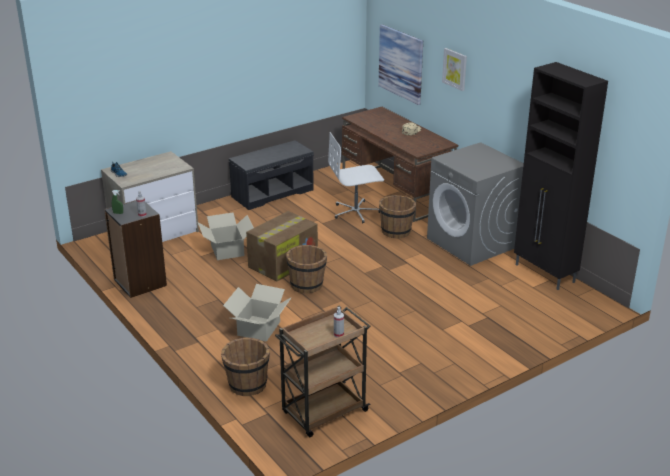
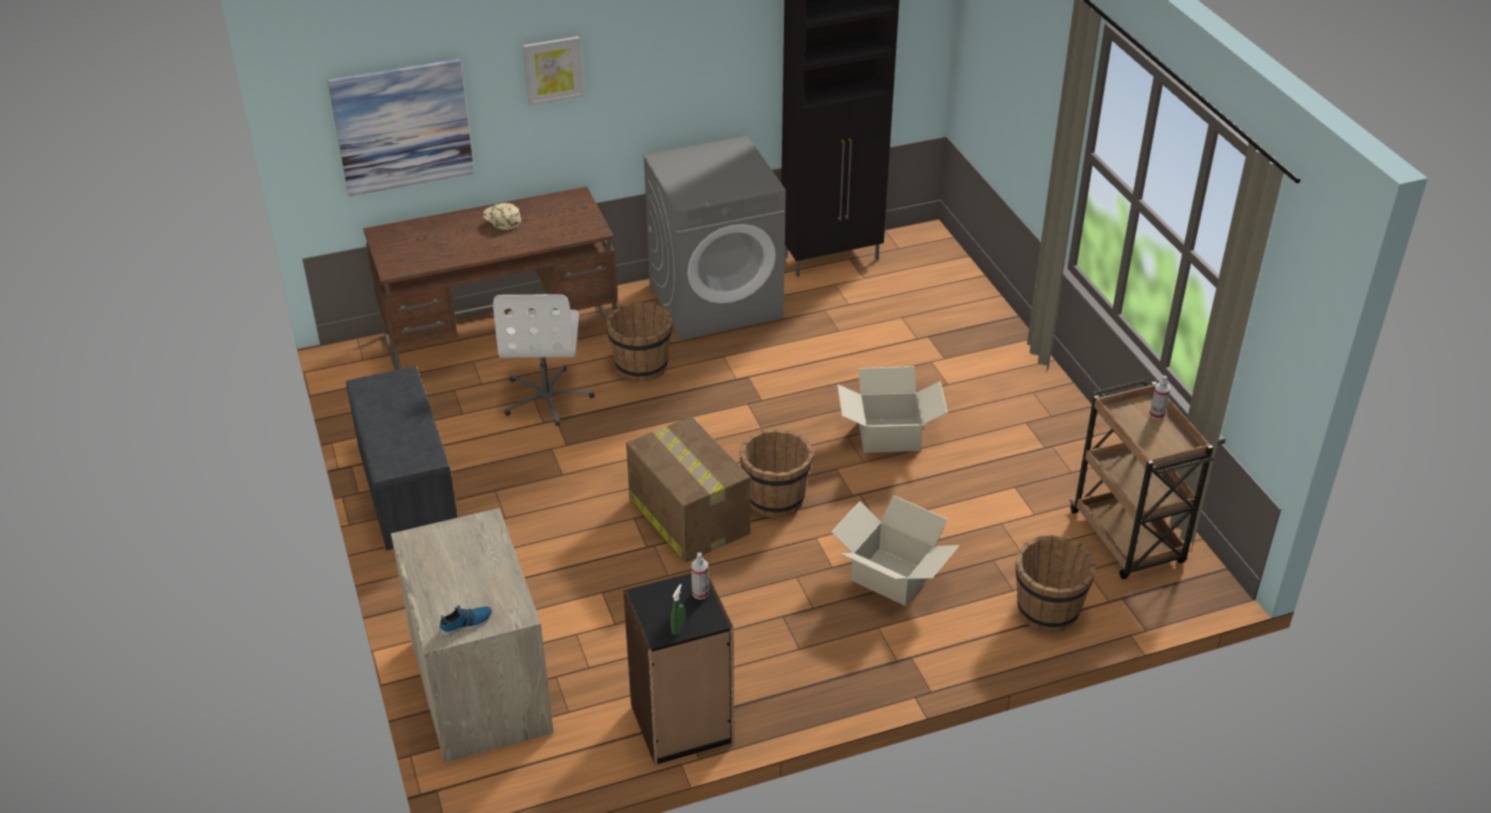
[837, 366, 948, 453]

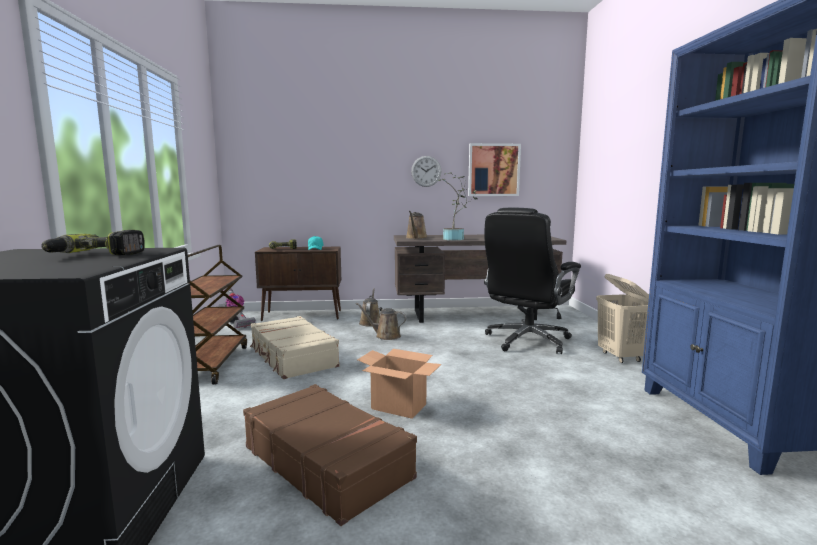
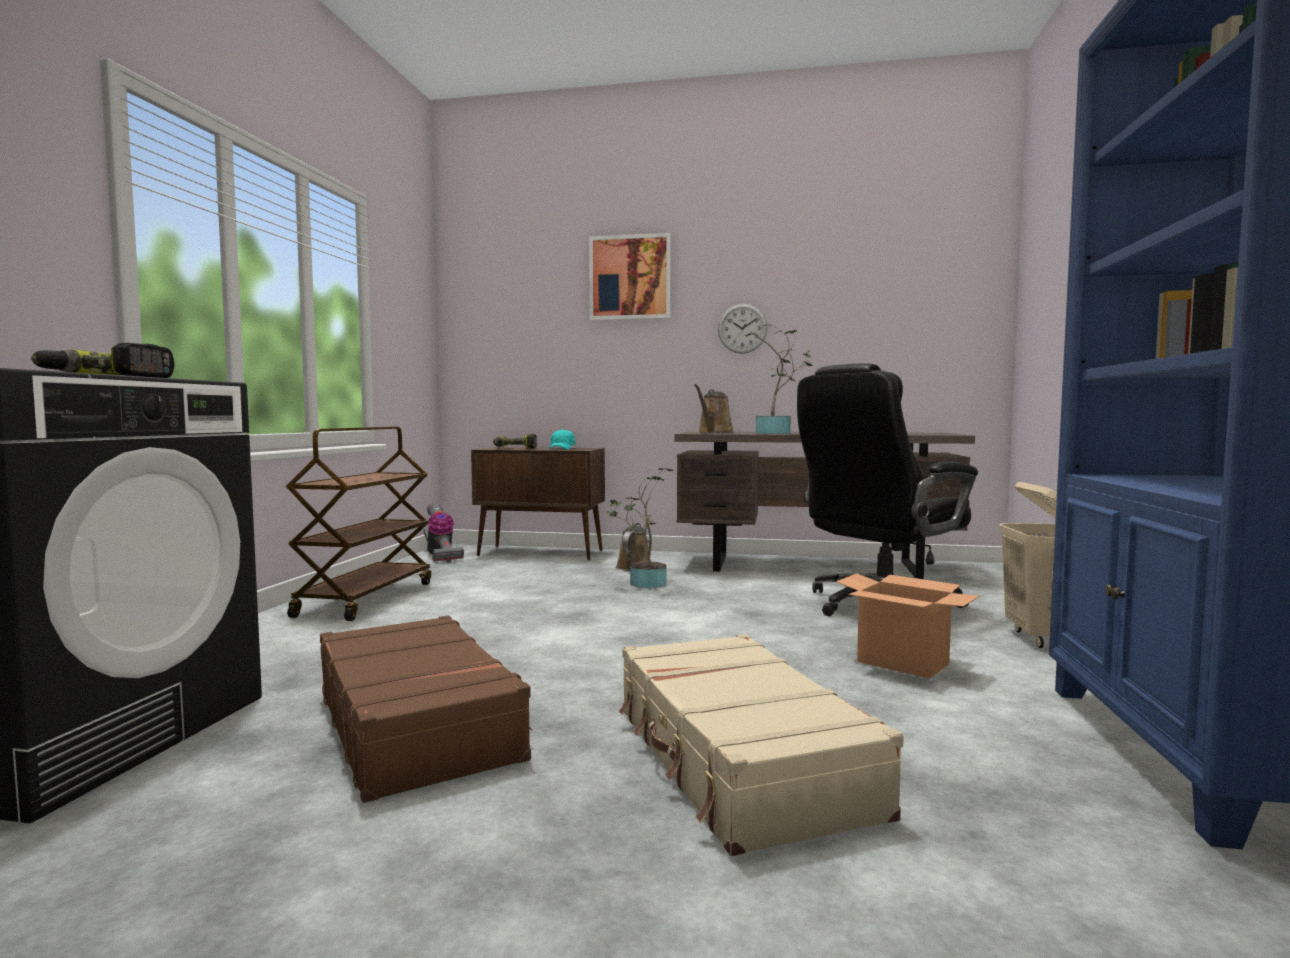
[619, 634, 904, 856]
[836, 573, 980, 679]
[589, 233, 671, 321]
[607, 468, 673, 588]

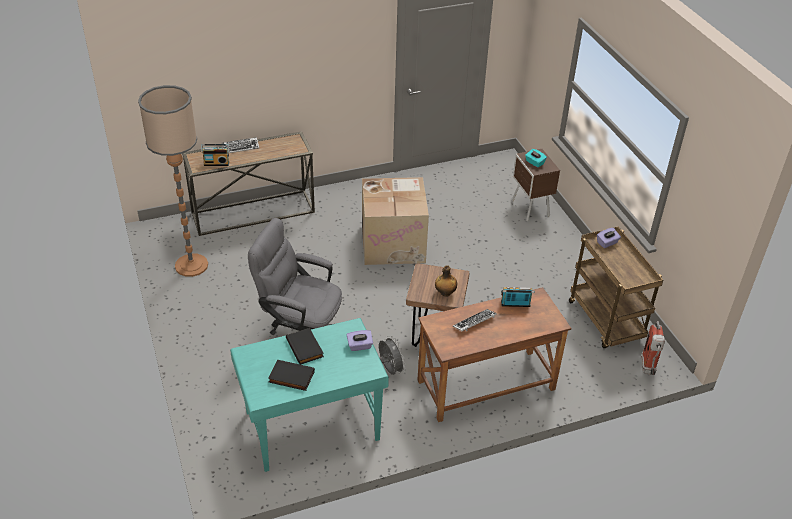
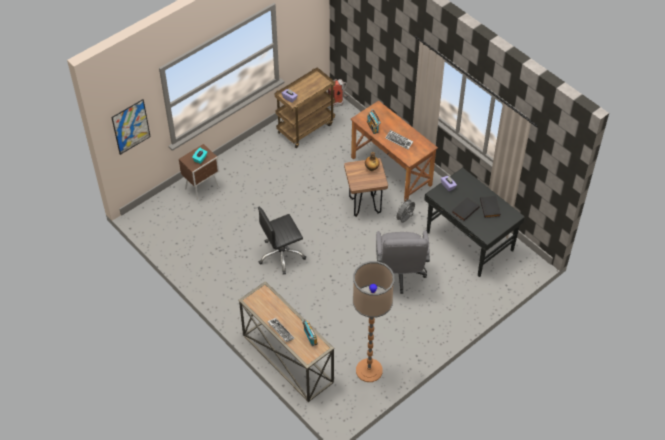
[111, 99, 151, 155]
[258, 207, 306, 275]
[424, 168, 525, 277]

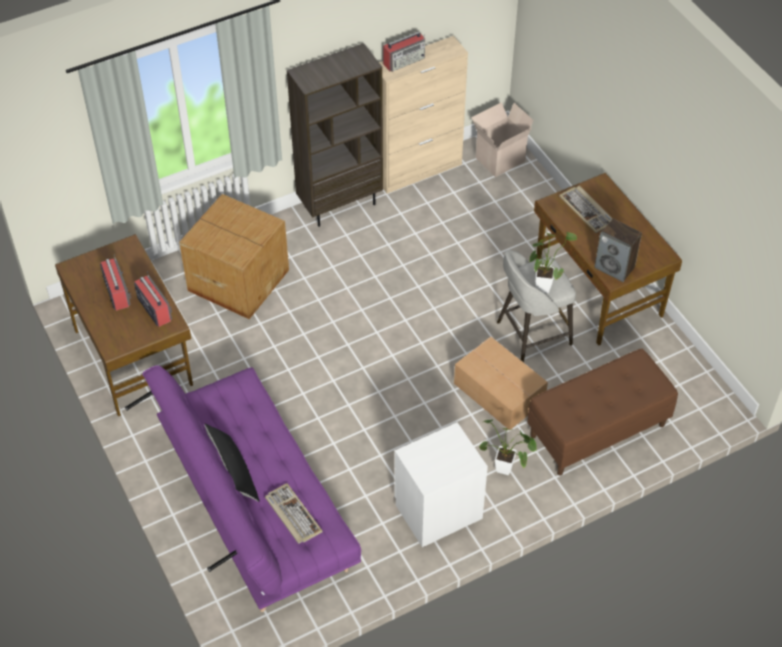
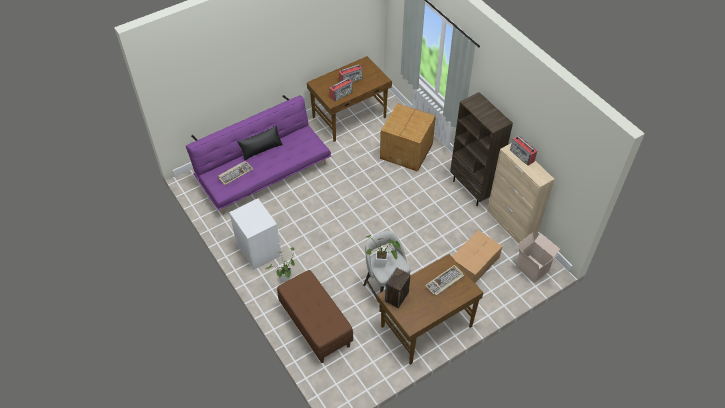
[452, 230, 503, 283]

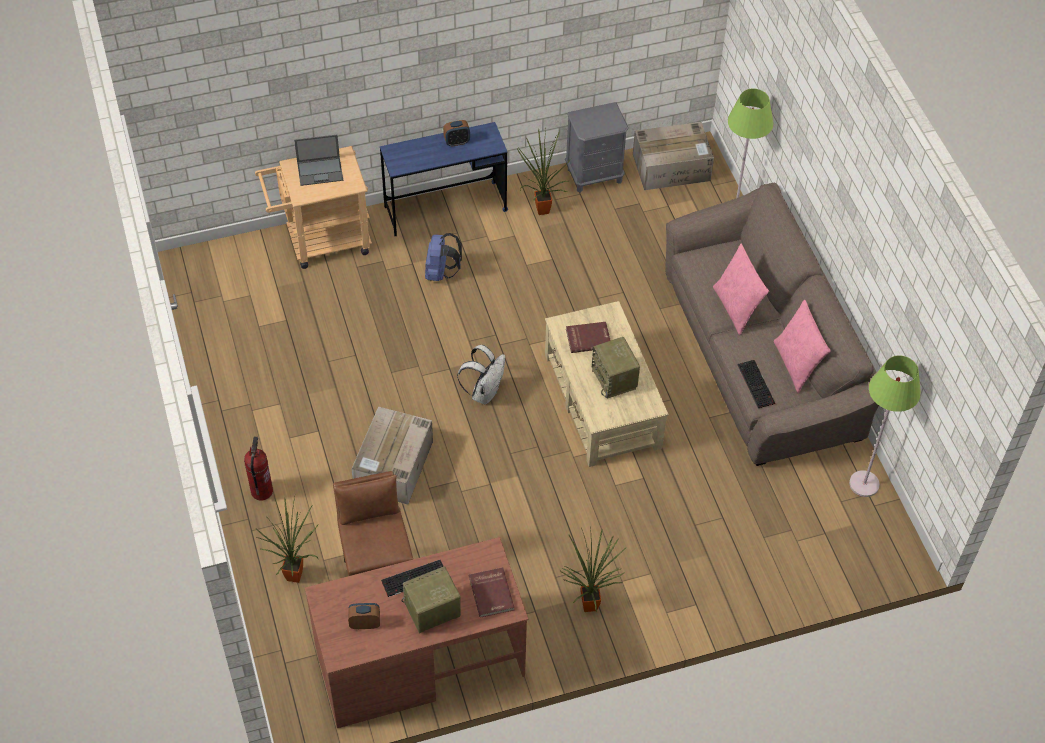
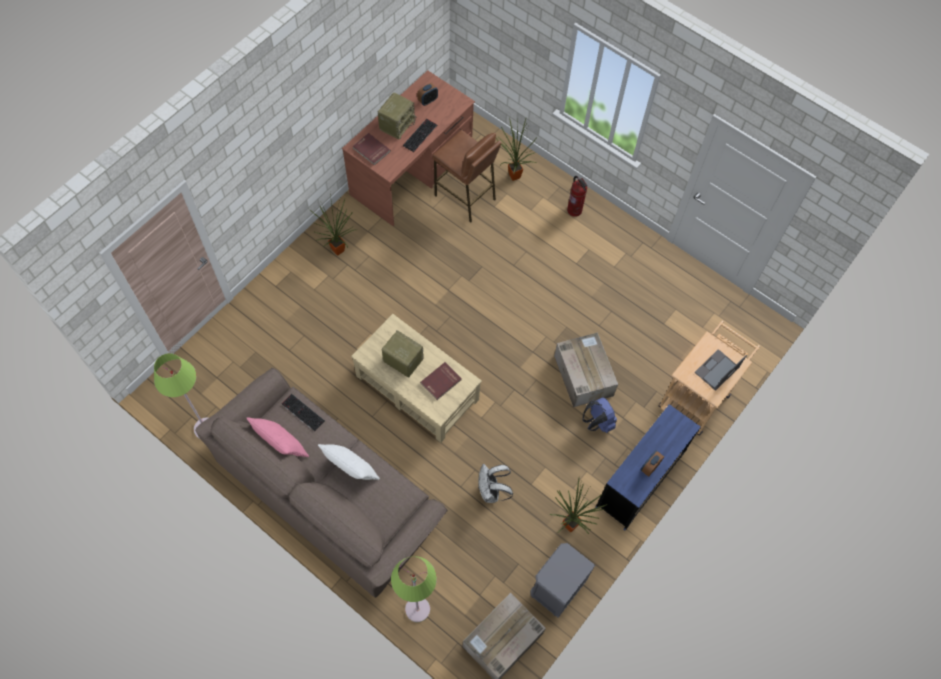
[554, 333, 618, 407]
[478, 464, 513, 503]
[318, 444, 380, 480]

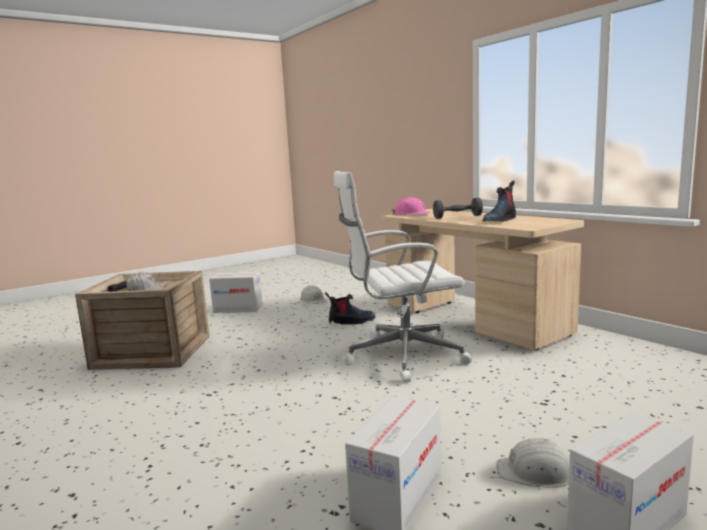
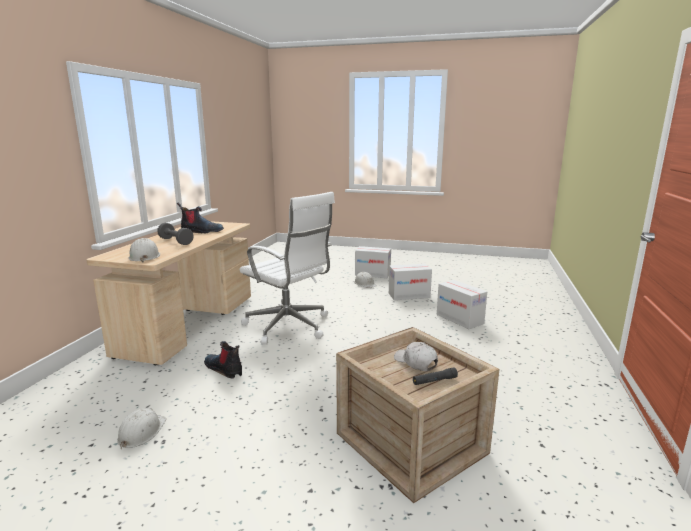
[437, 280, 487, 329]
[129, 238, 160, 262]

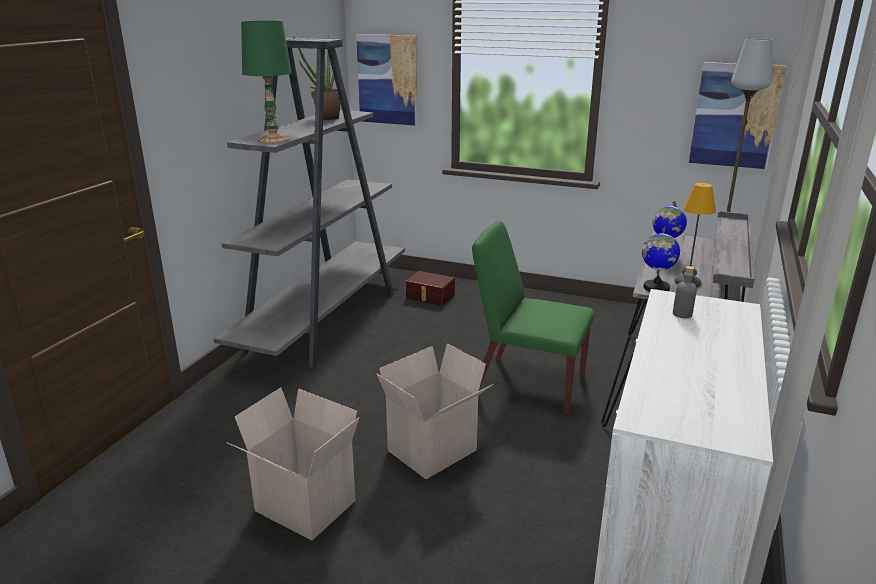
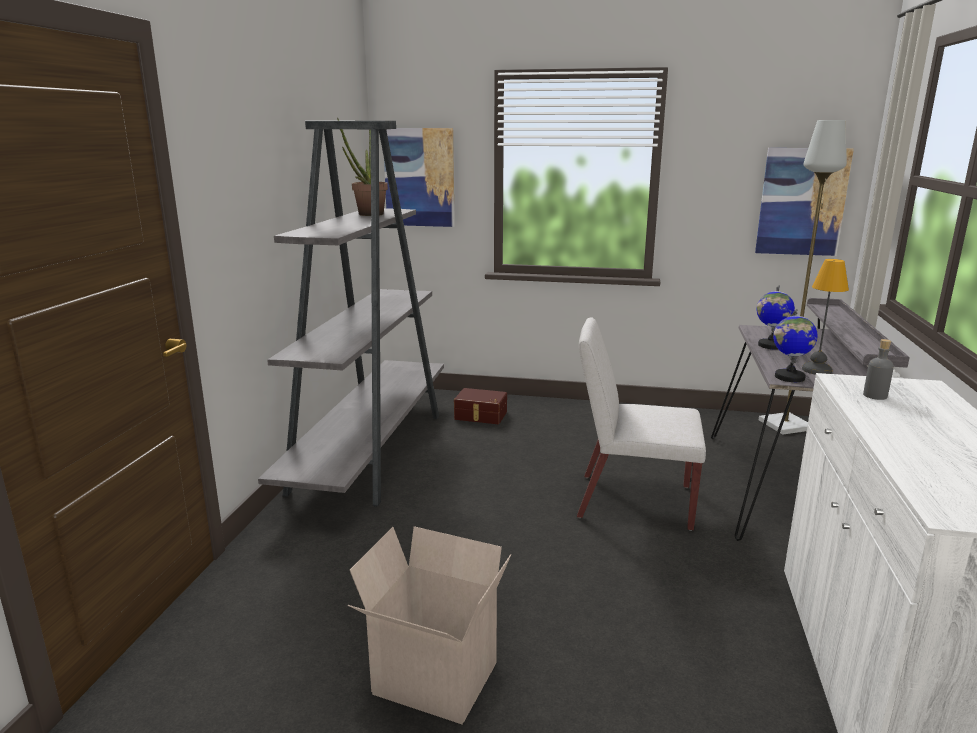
[241, 21, 292, 143] (first image)
[377, 343, 493, 479] (first image)
[577, 317, 706, 531]

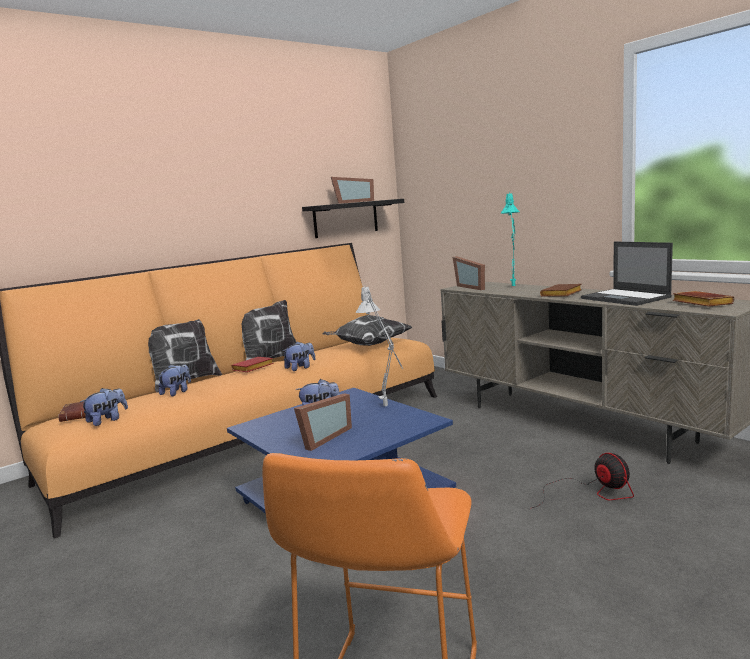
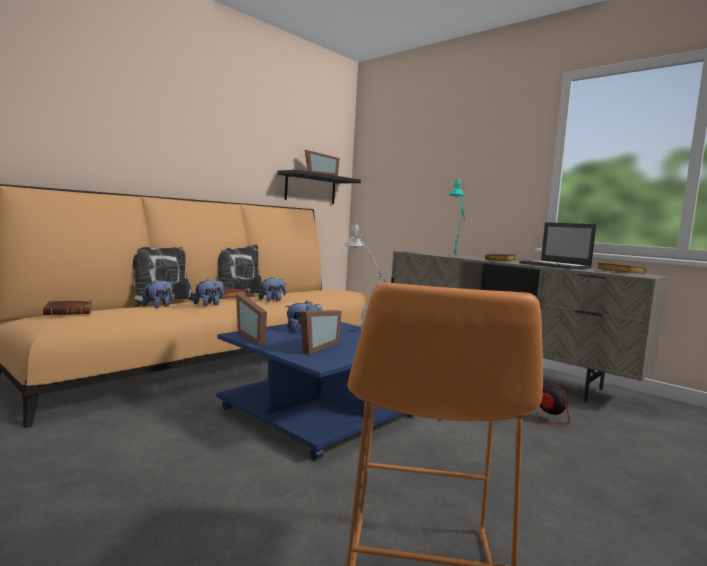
[322, 315, 412, 346] (first image)
[193, 279, 224, 306]
[236, 293, 267, 345]

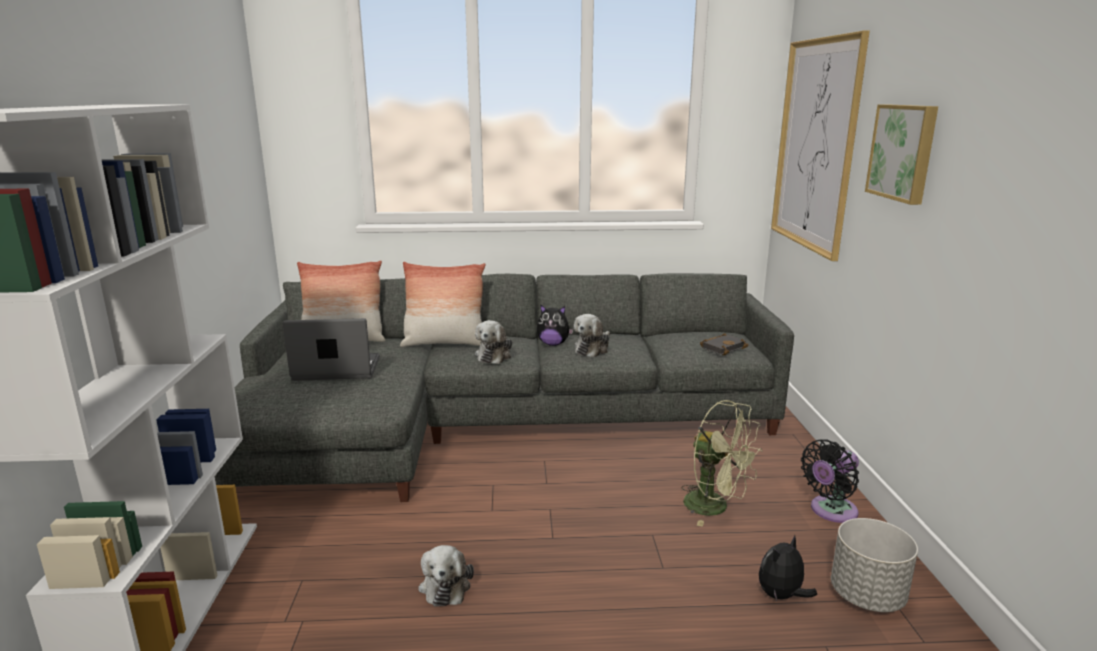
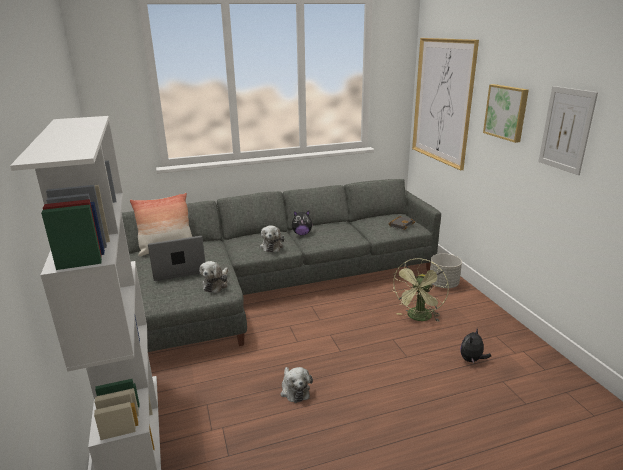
[400, 262, 486, 347] (first image)
[801, 439, 859, 523] (first image)
[538, 86, 598, 175]
[200, 261, 228, 293]
[430, 254, 462, 288]
[392, 258, 449, 322]

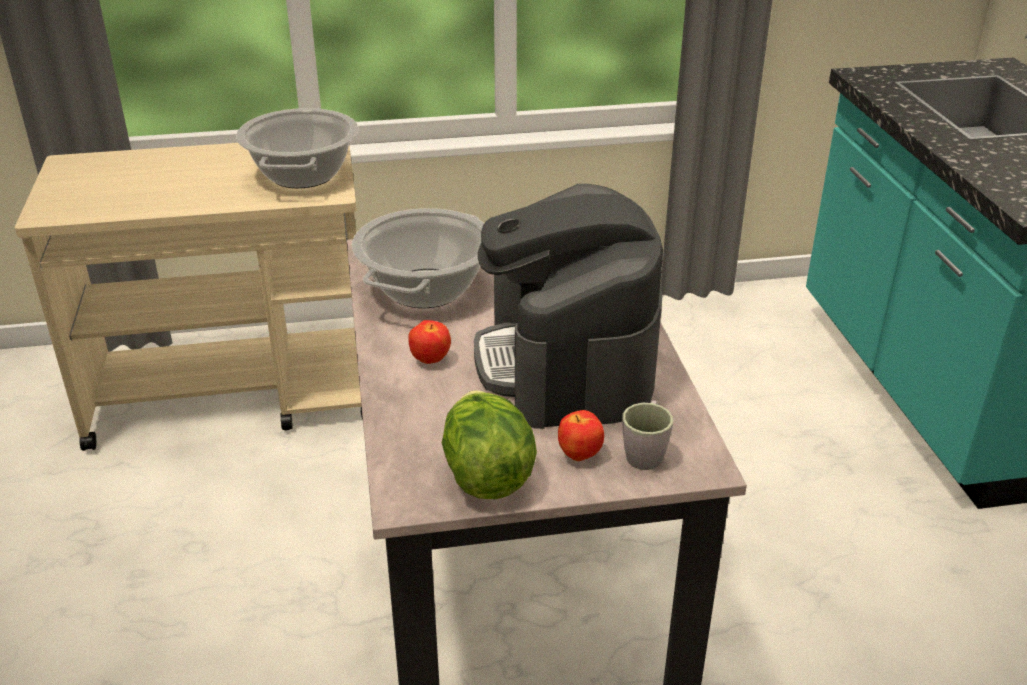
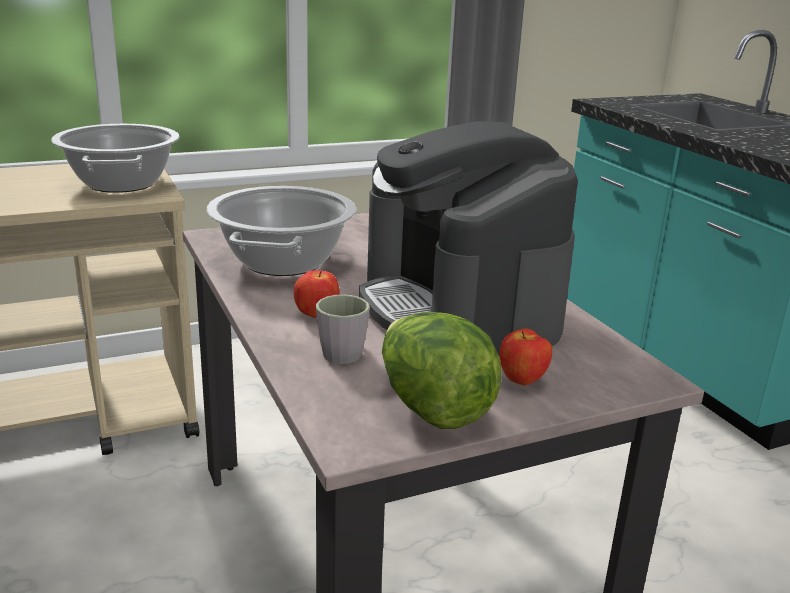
[316, 295, 370, 364]

